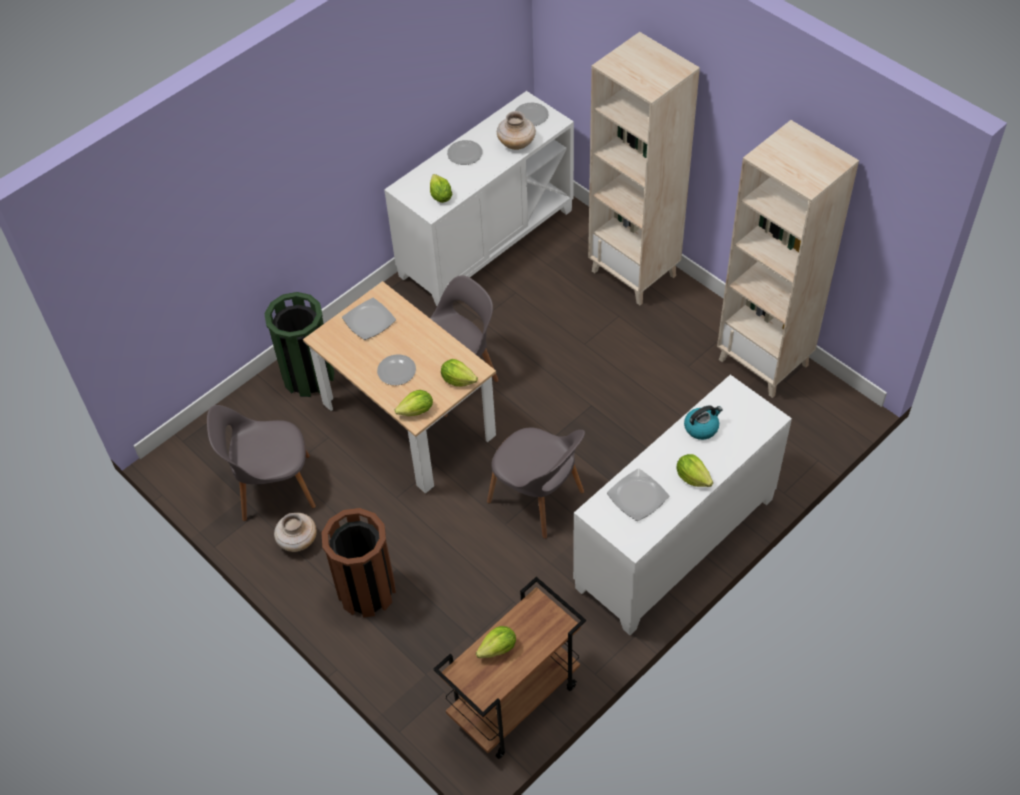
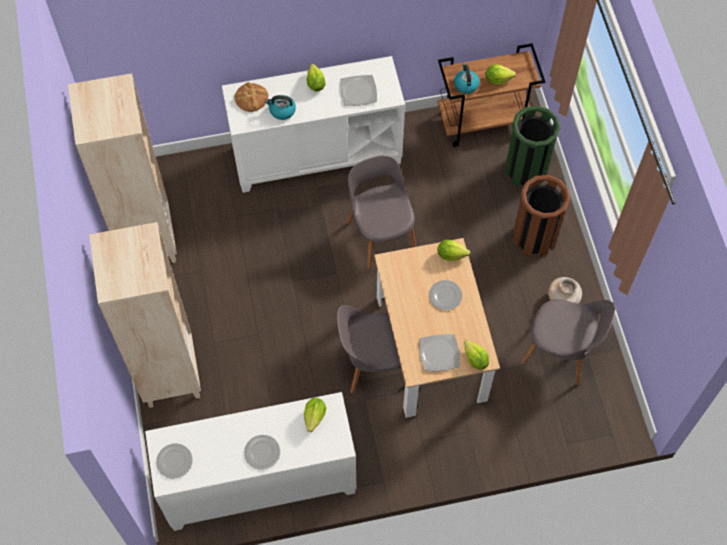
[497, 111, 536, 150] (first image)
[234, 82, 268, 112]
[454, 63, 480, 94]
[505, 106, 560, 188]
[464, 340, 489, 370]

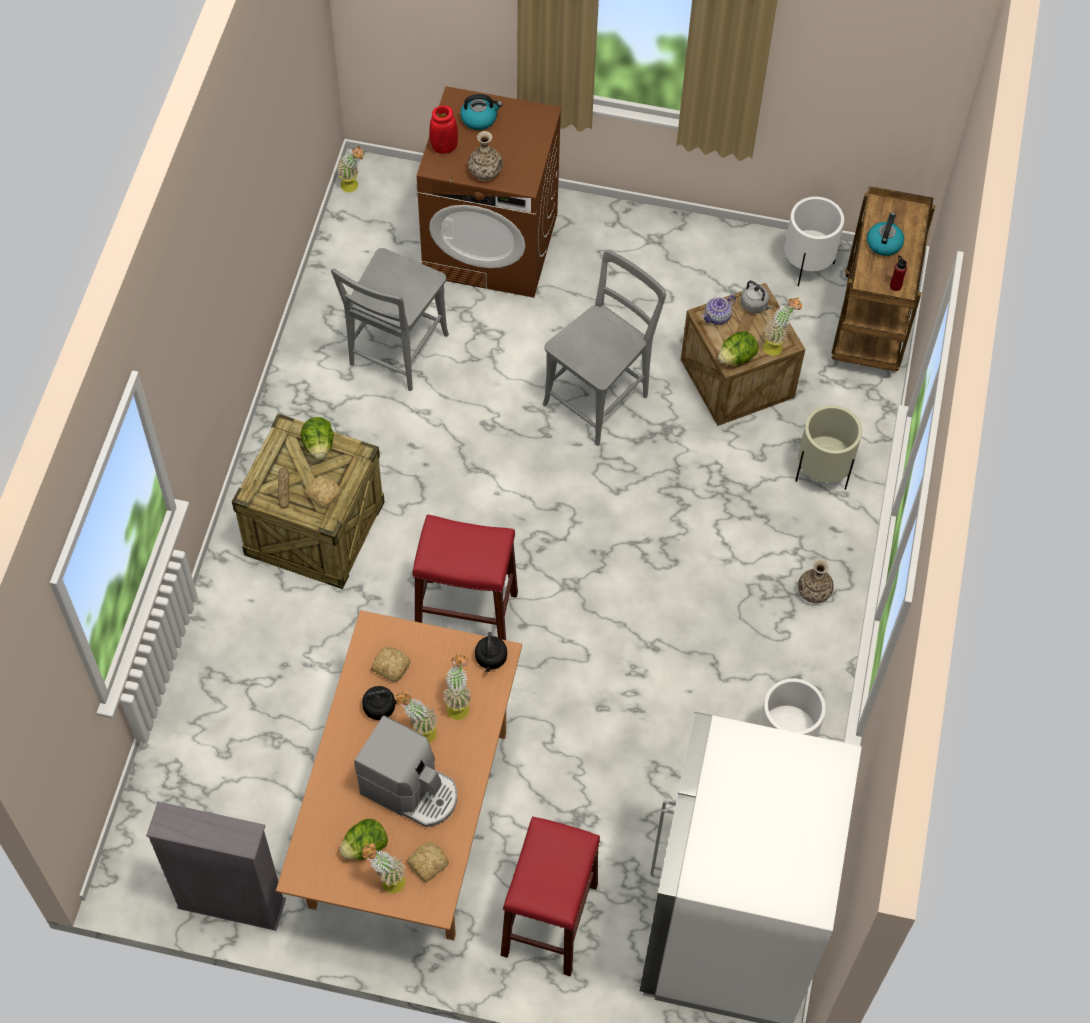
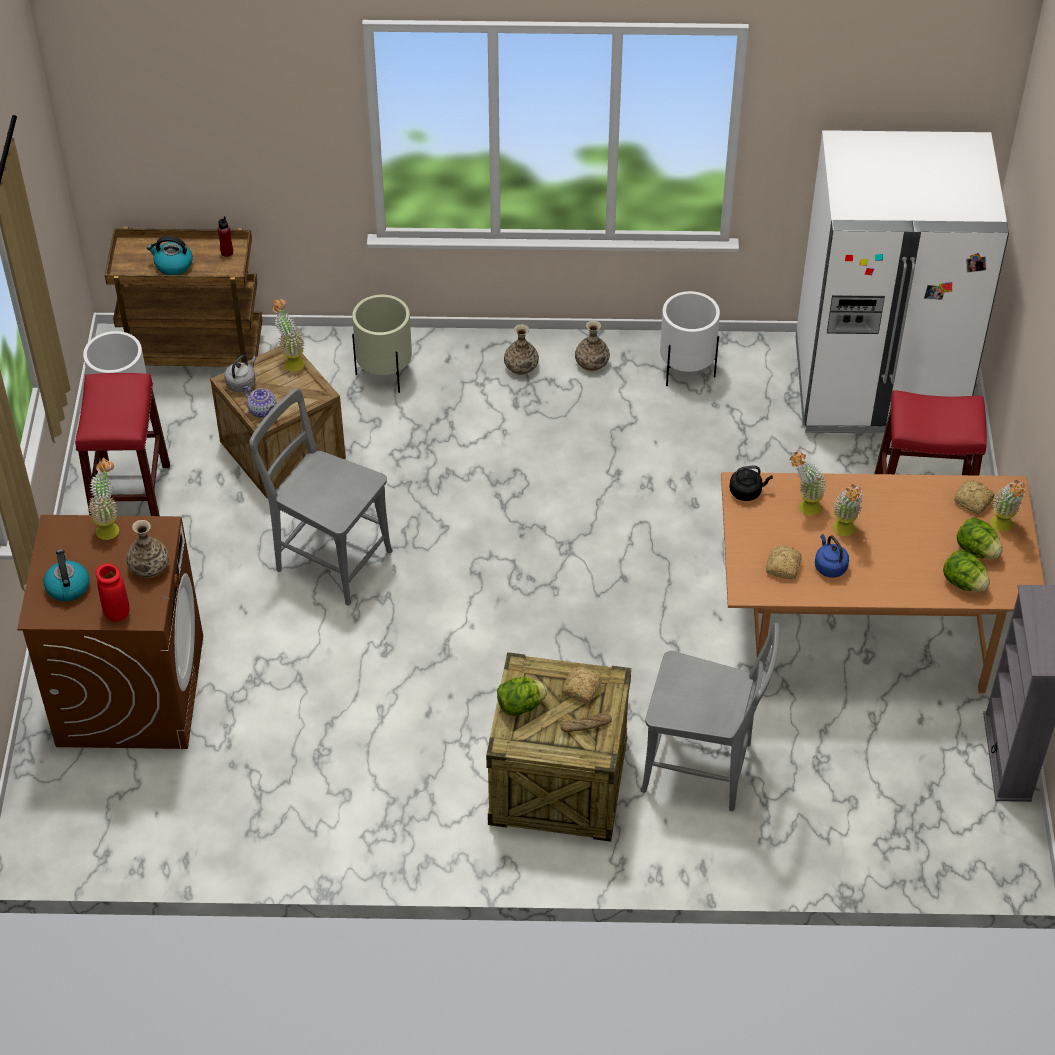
[354, 715, 457, 827] (first image)
[575, 321, 610, 371]
[640, 623, 779, 811]
[87, 457, 119, 540]
[75, 373, 170, 516]
[943, 550, 990, 592]
[815, 534, 849, 577]

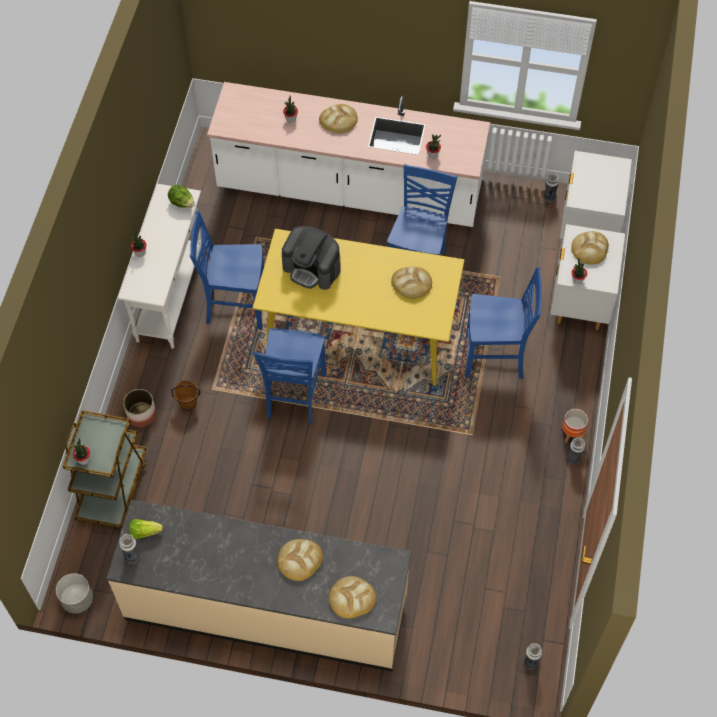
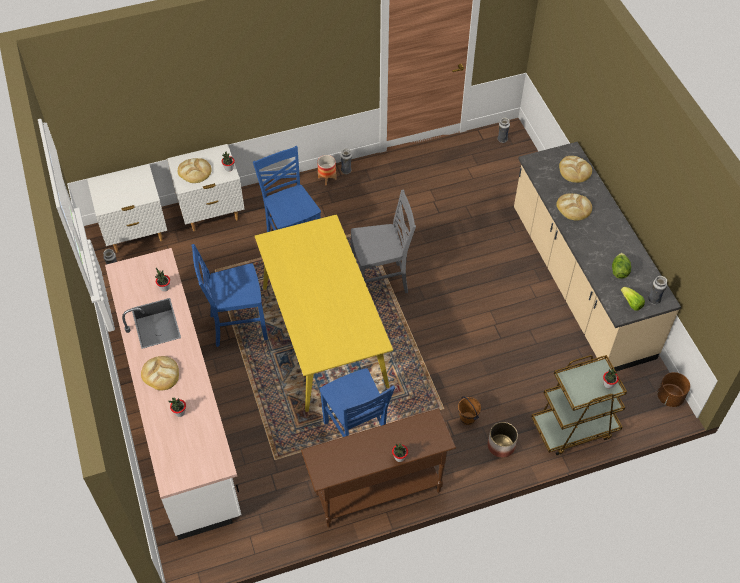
[253, 328, 326, 424] (first image)
[281, 226, 341, 290] (first image)
[391, 267, 432, 299] (first image)
[351, 190, 416, 293]
[612, 253, 631, 279]
[657, 372, 690, 407]
[301, 408, 456, 528]

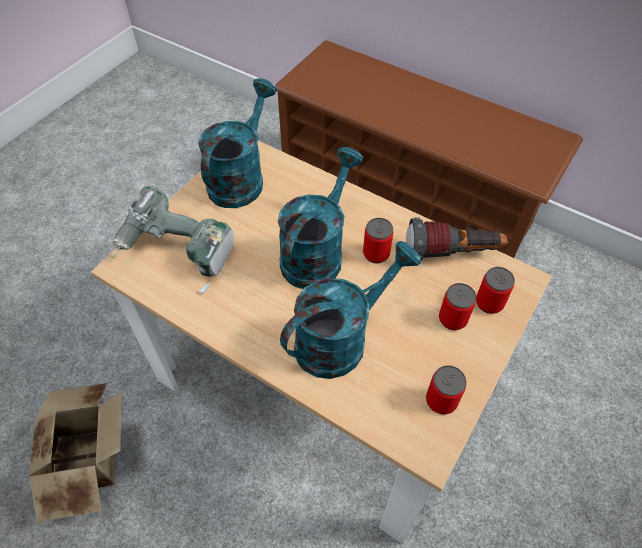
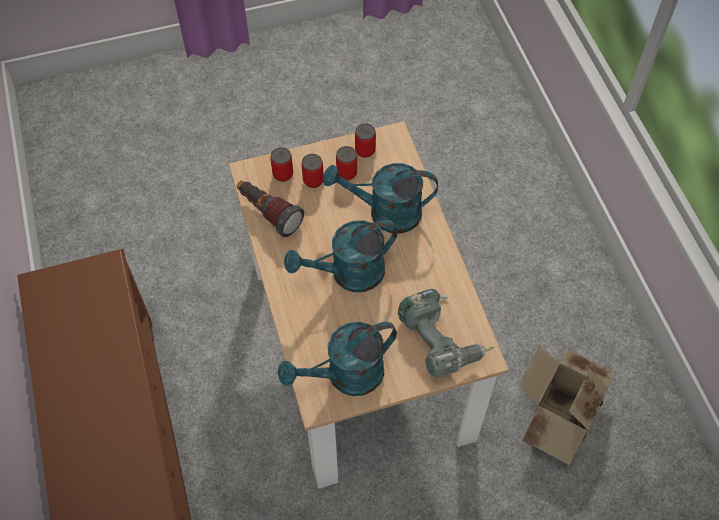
[336, 146, 357, 181]

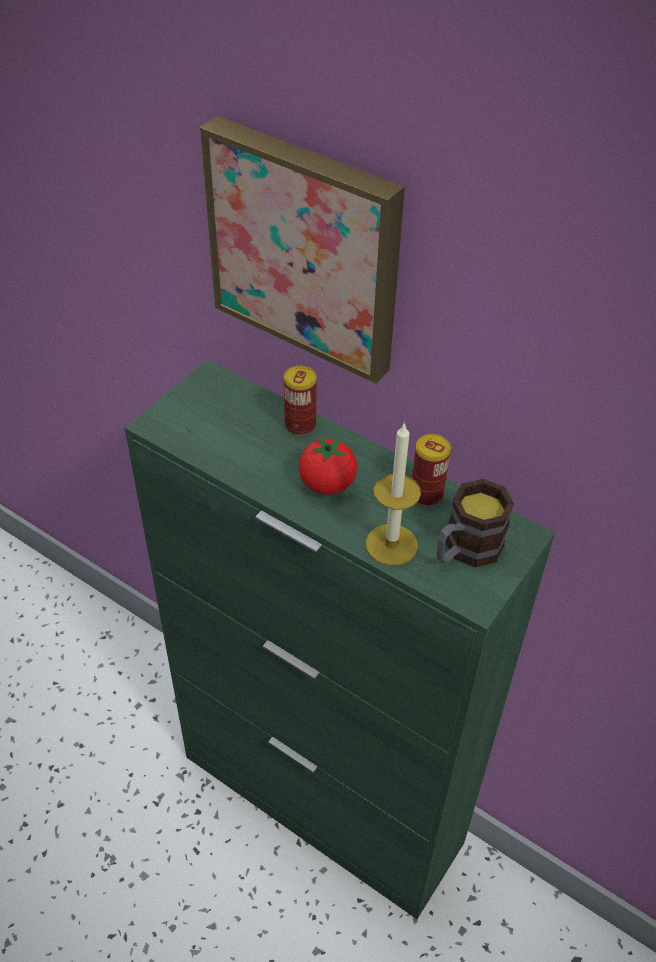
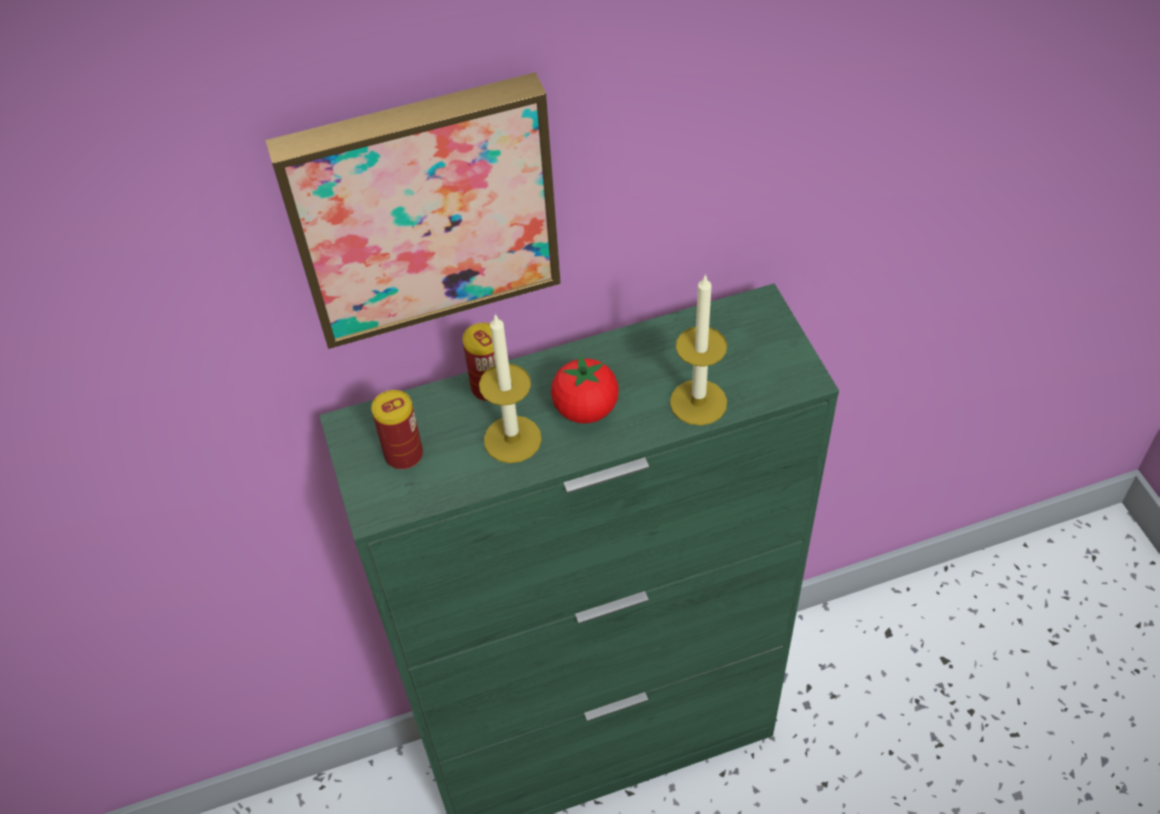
[437, 479, 514, 567] (first image)
[479, 313, 542, 463]
[371, 390, 423, 470]

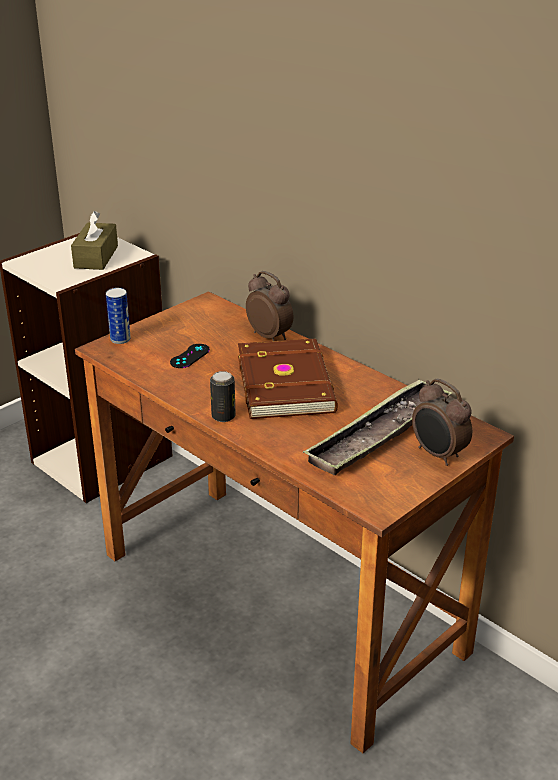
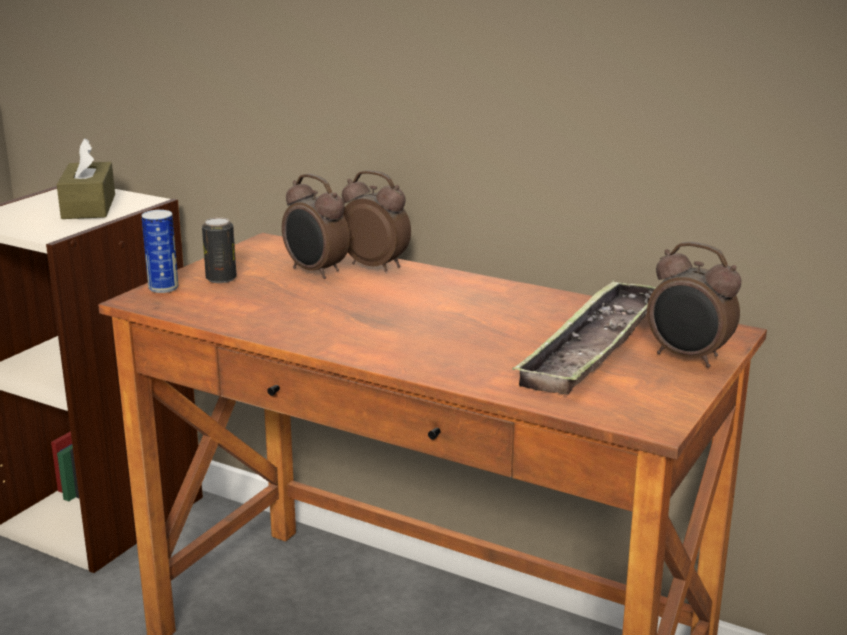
[170, 344, 210, 368] (first image)
[238, 339, 338, 419] (first image)
[282, 174, 350, 279]
[202, 217, 237, 283]

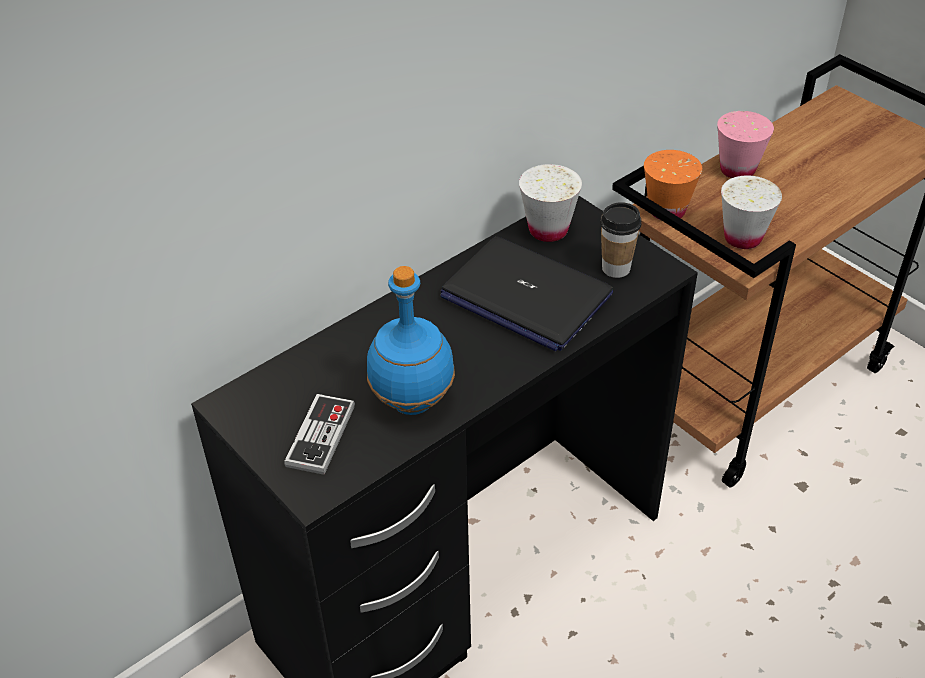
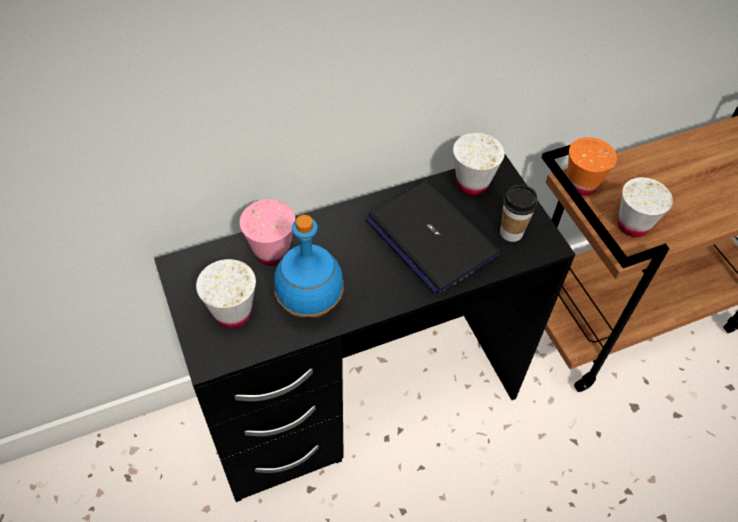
[240, 199, 296, 265]
[196, 259, 256, 328]

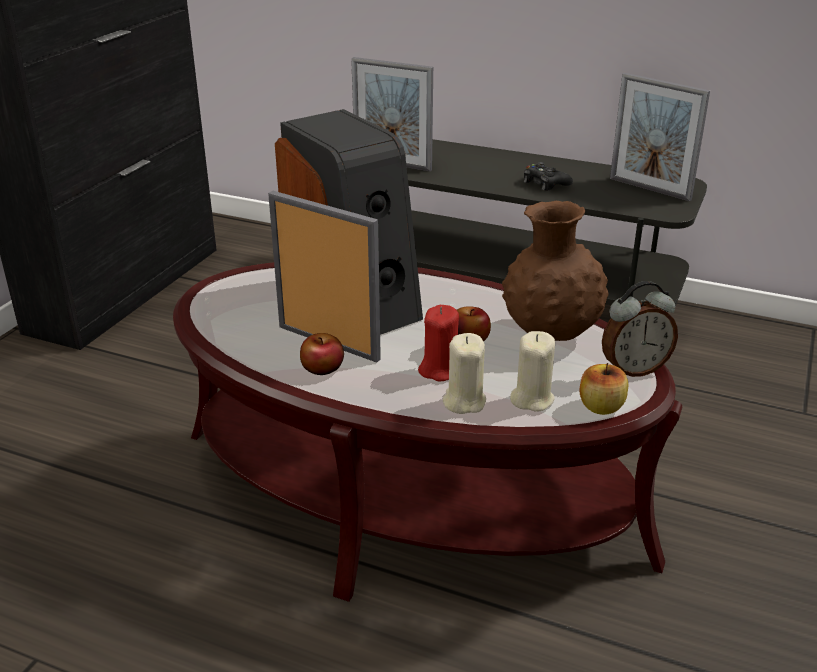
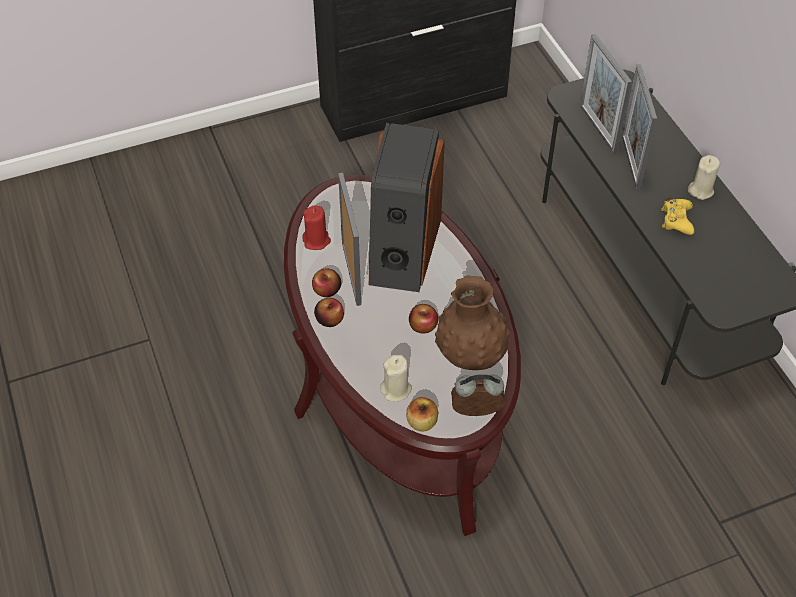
[314, 298, 344, 327]
[302, 205, 331, 250]
[688, 155, 720, 200]
[622, 64, 657, 189]
[661, 198, 694, 235]
[451, 374, 505, 416]

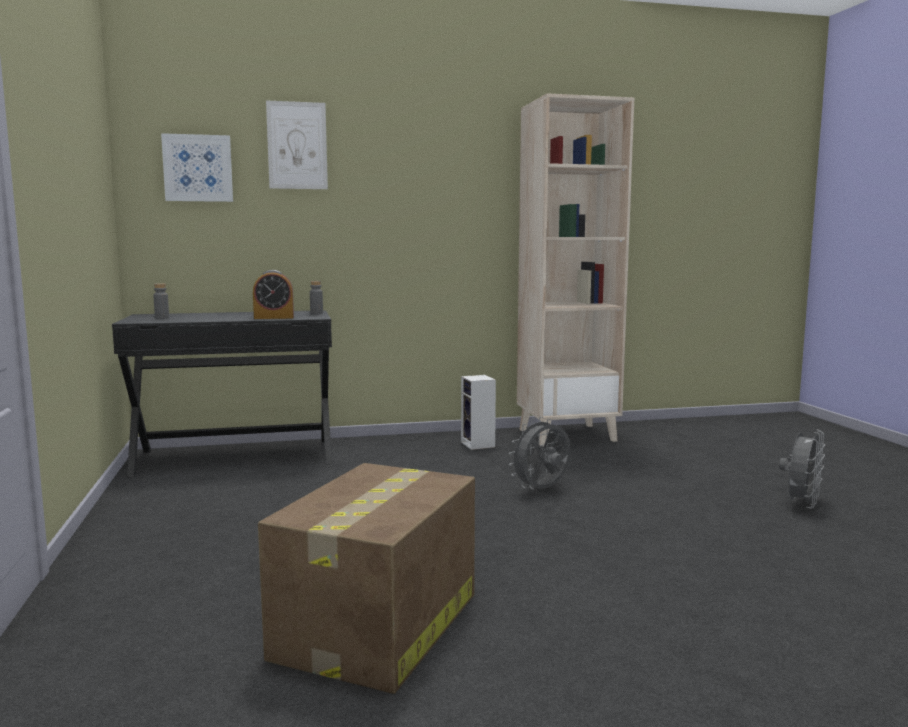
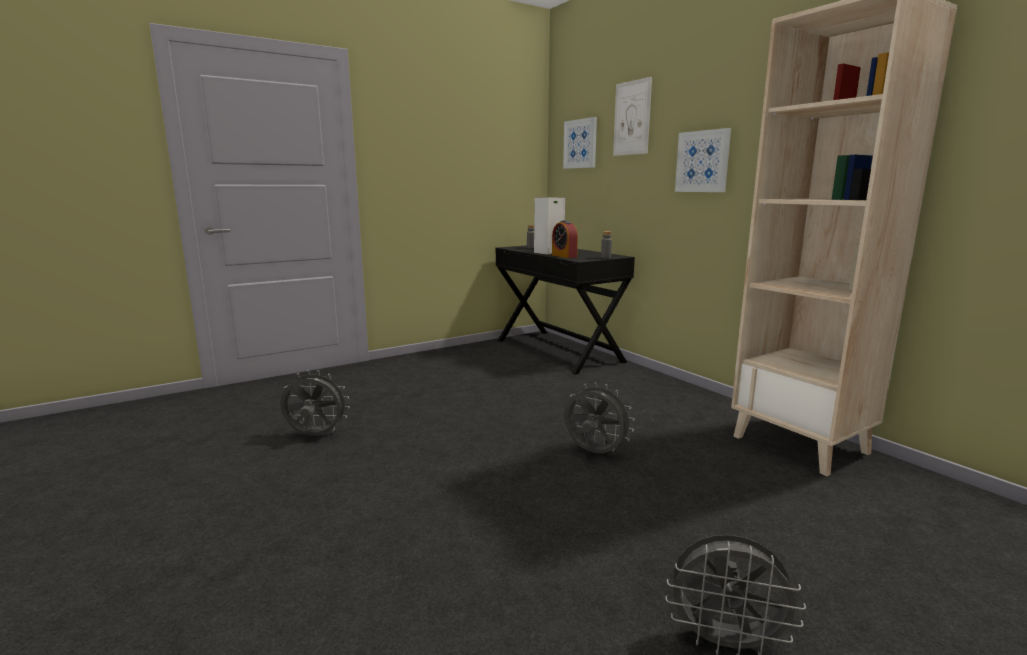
[675, 128, 731, 192]
[534, 197, 565, 255]
[280, 370, 350, 436]

